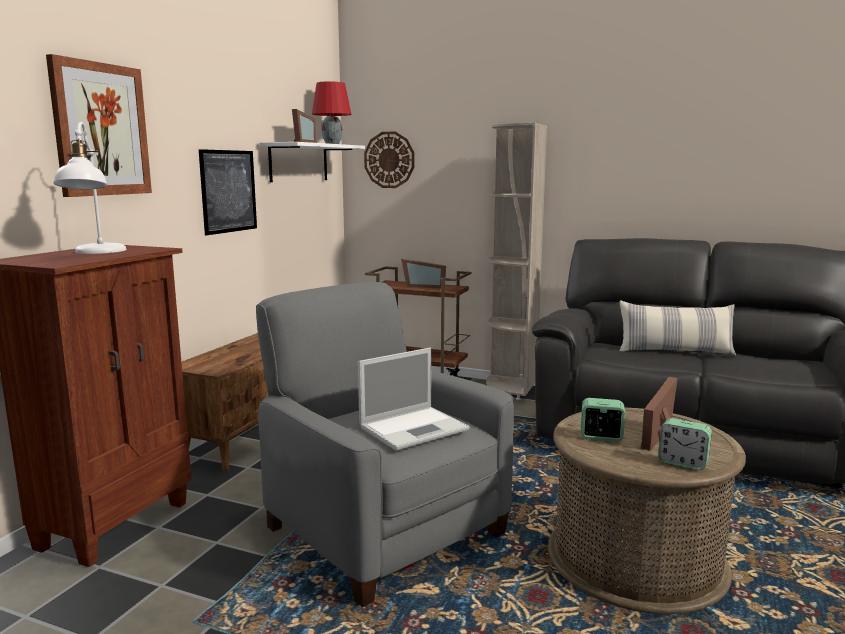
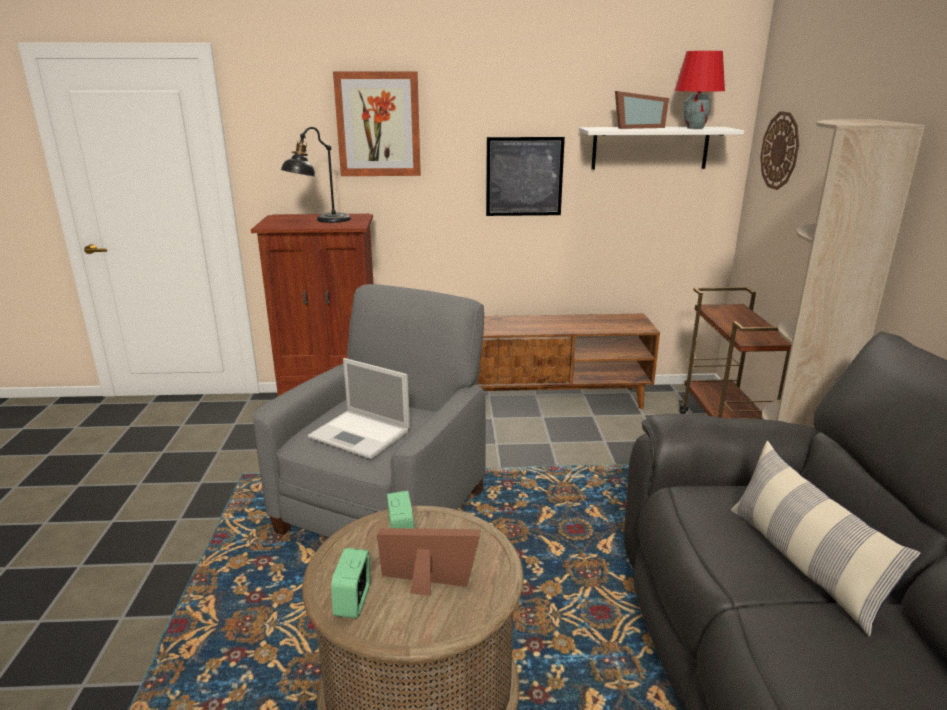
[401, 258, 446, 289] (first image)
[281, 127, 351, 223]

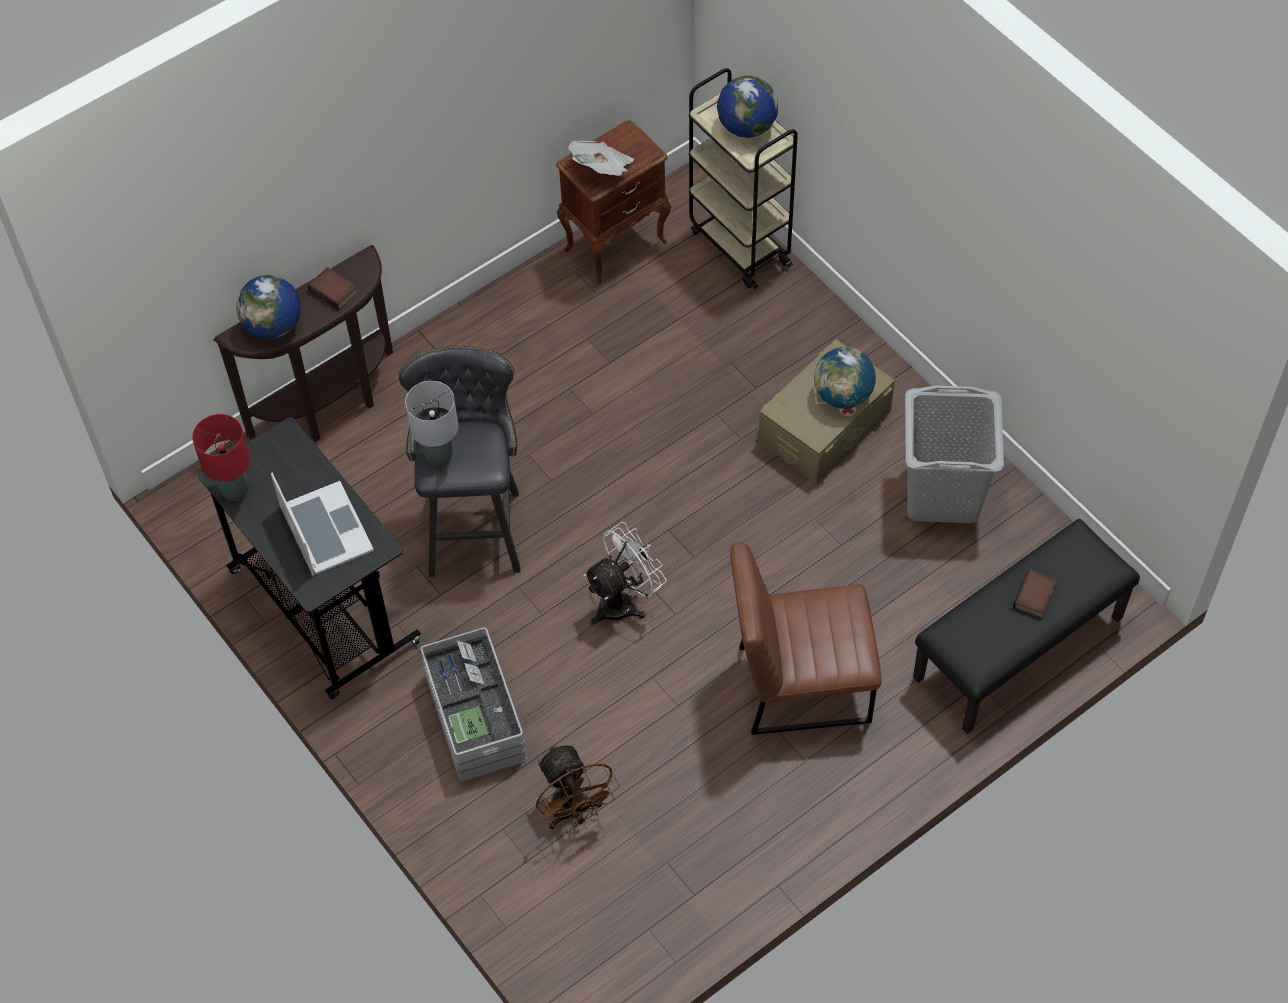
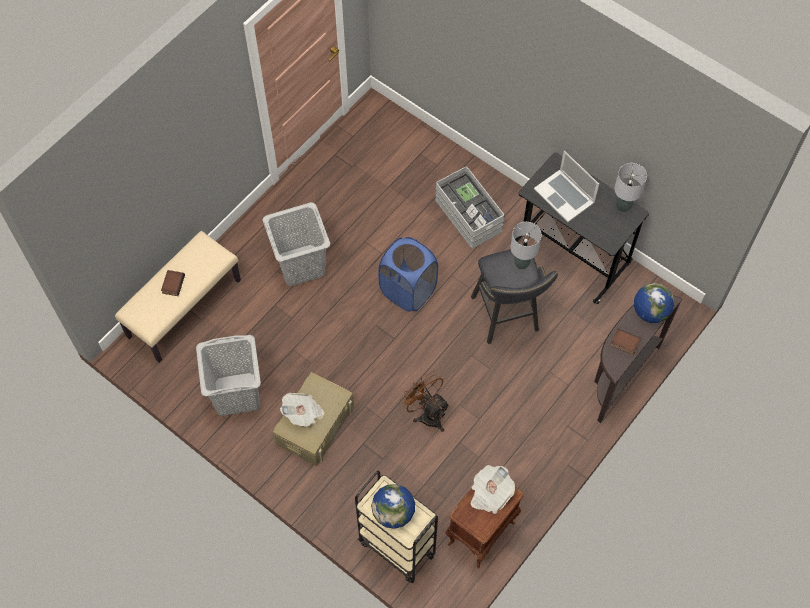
[400, 371, 450, 432]
[378, 237, 438, 312]
[263, 202, 330, 286]
[280, 393, 324, 427]
[614, 163, 647, 212]
[115, 231, 241, 363]

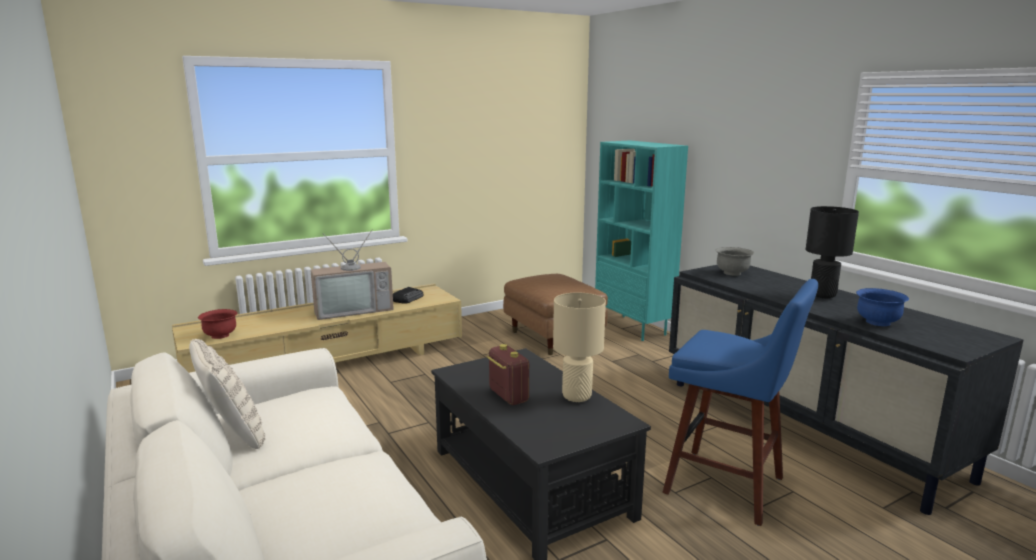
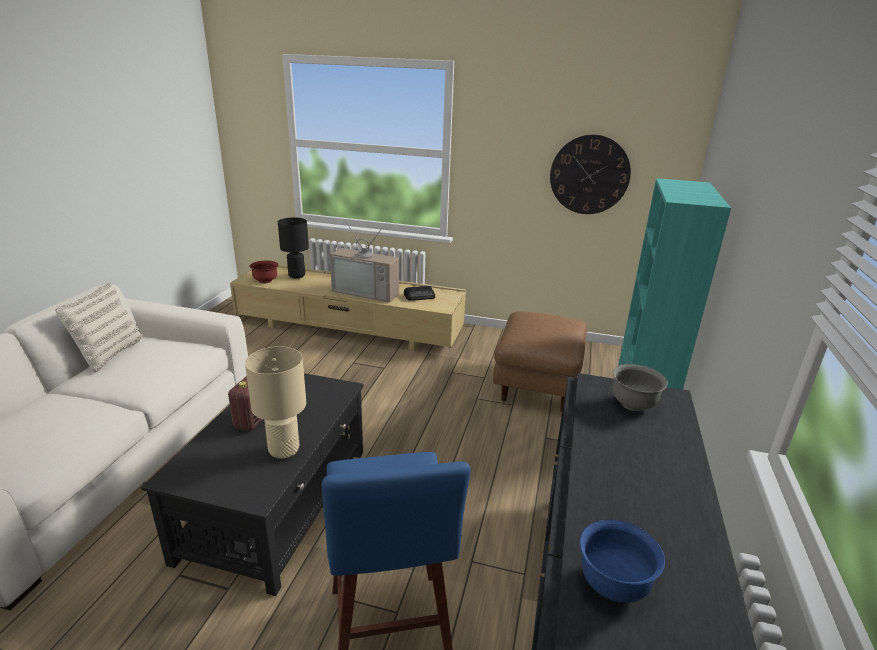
[550, 135, 631, 214]
[278, 217, 309, 279]

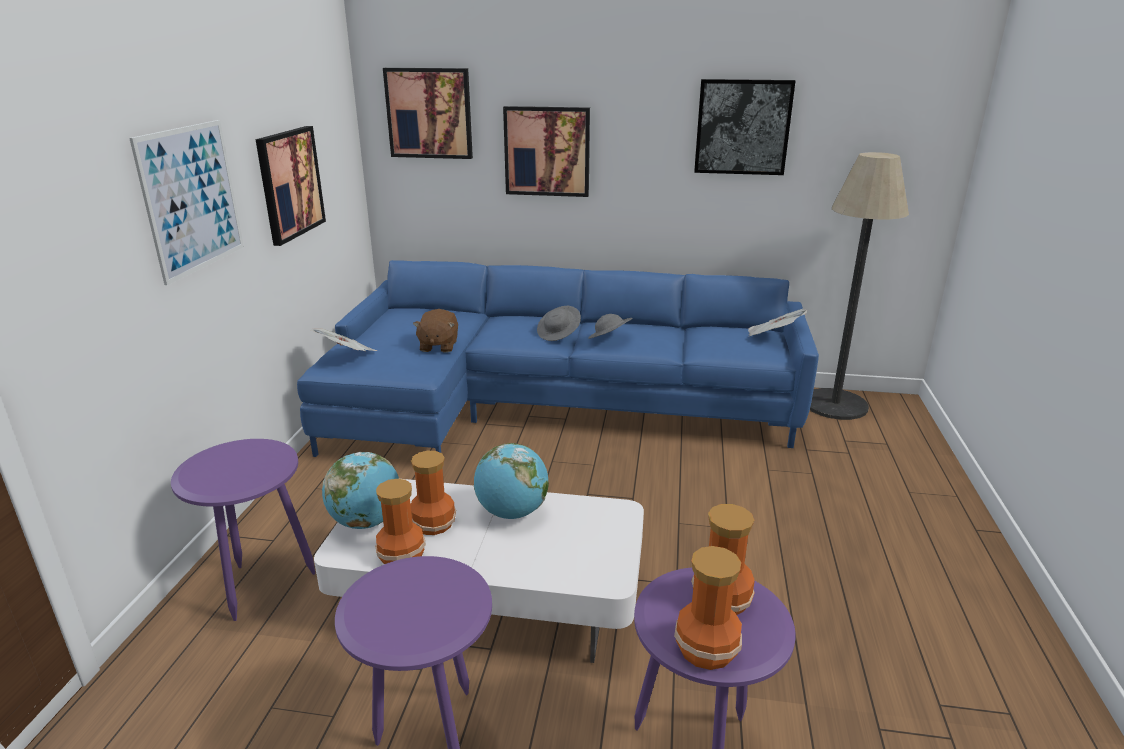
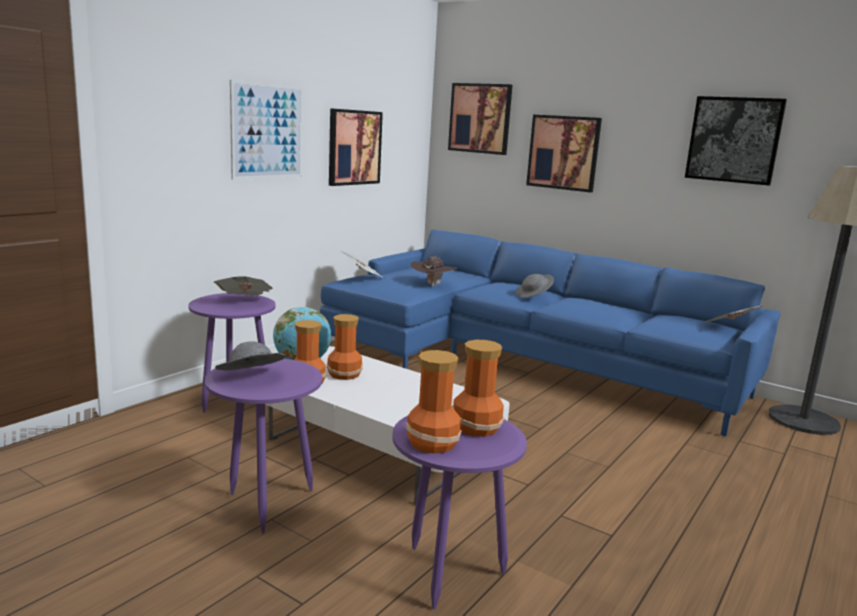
[474, 443, 549, 519] (first image)
[214, 276, 272, 295]
[215, 341, 286, 370]
[410, 256, 457, 287]

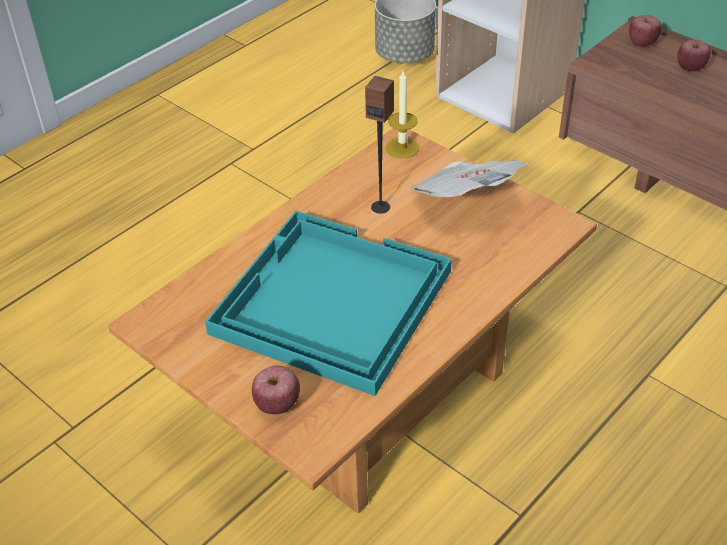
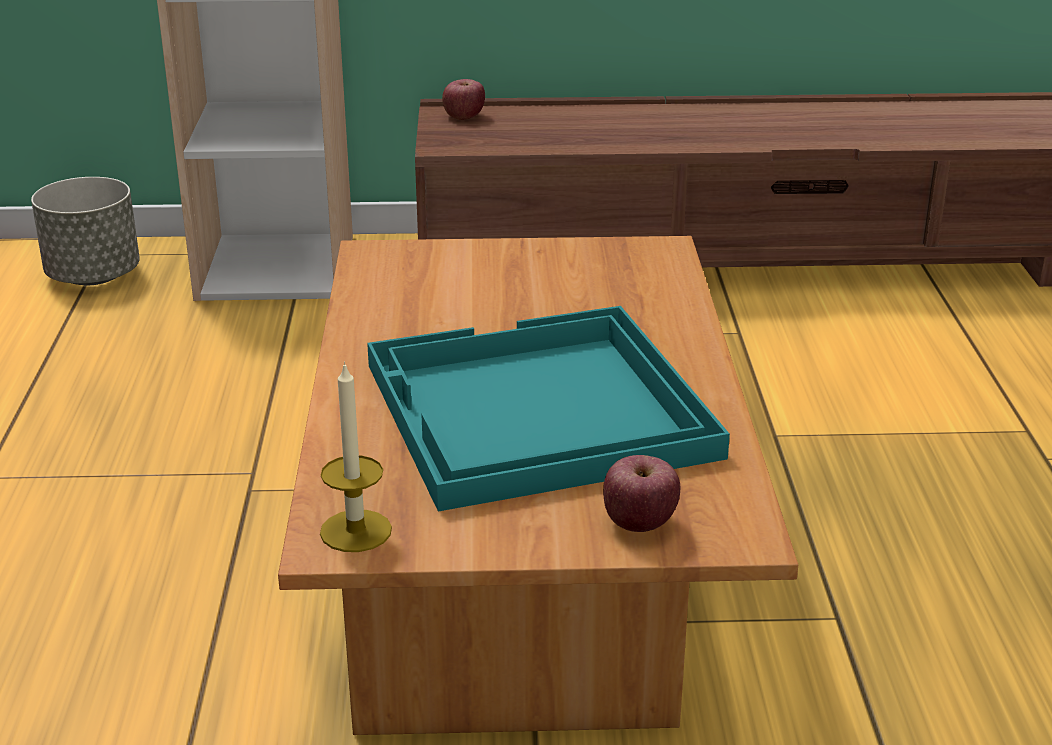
[365, 76, 394, 214] (first image)
[410, 160, 529, 197] (first image)
[677, 39, 711, 71] (first image)
[320, 361, 392, 552]

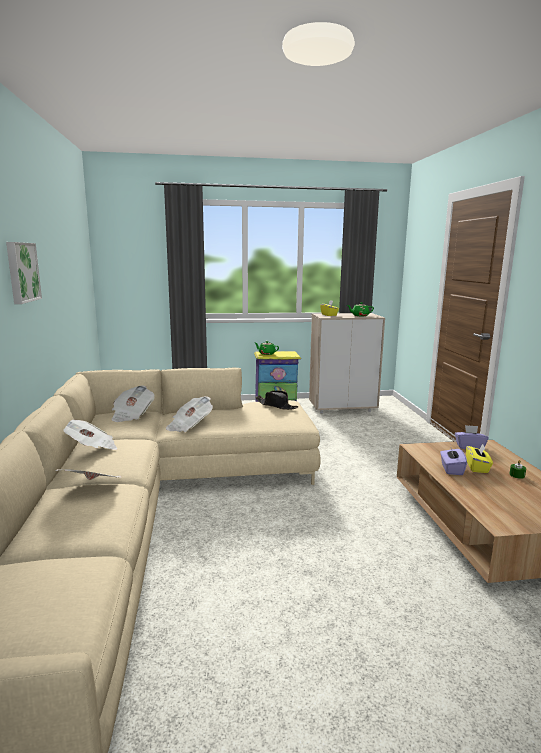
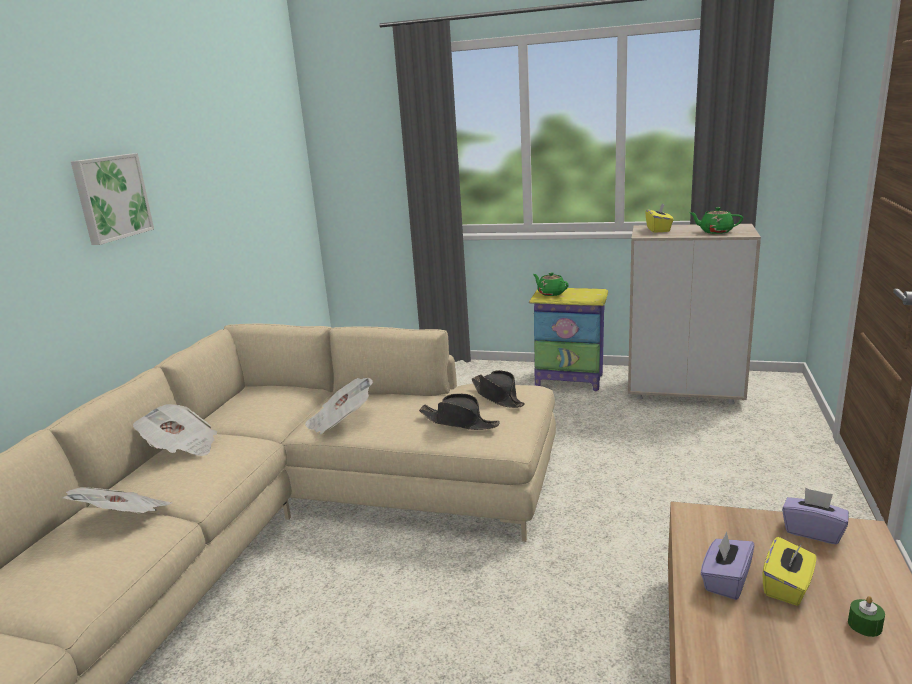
[112, 385, 155, 422] (first image)
[419, 394, 500, 430]

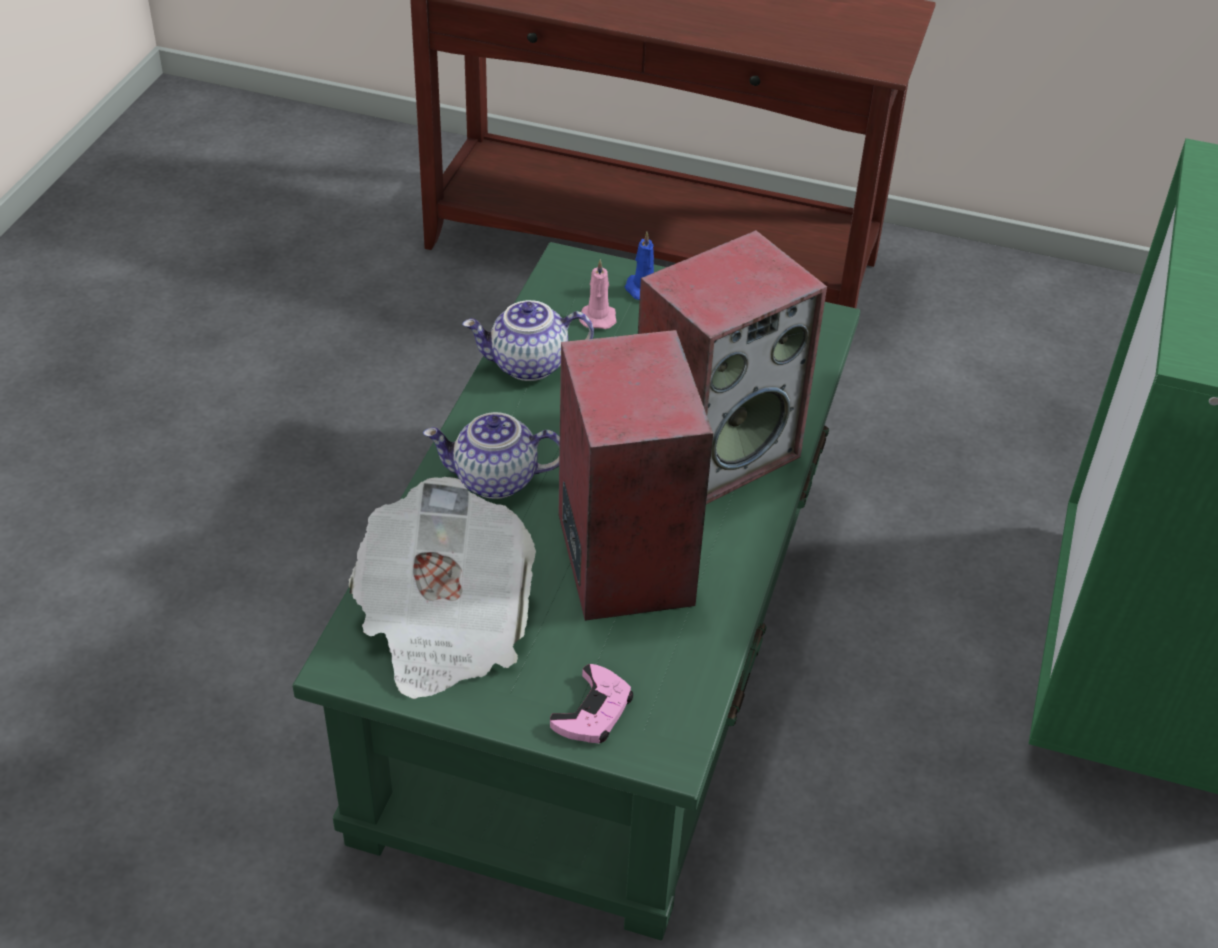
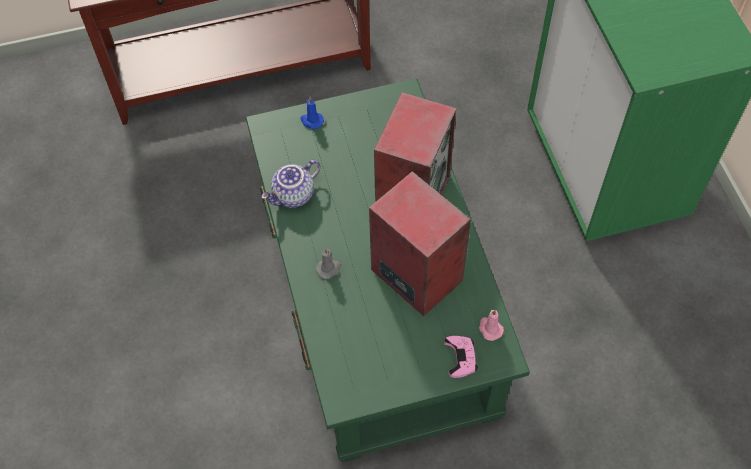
[348, 477, 536, 699] (first image)
[479, 310, 504, 341]
[316, 248, 342, 279]

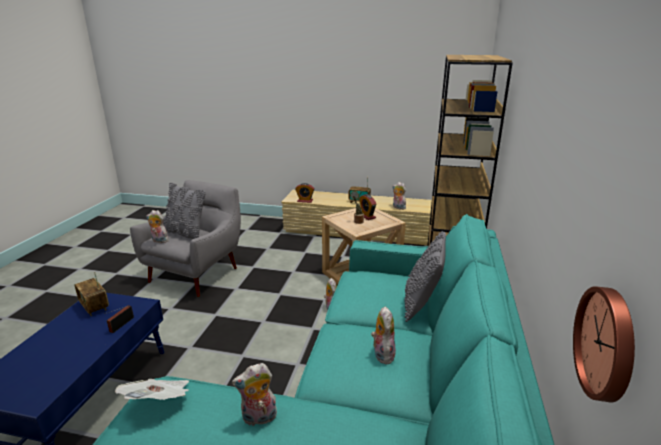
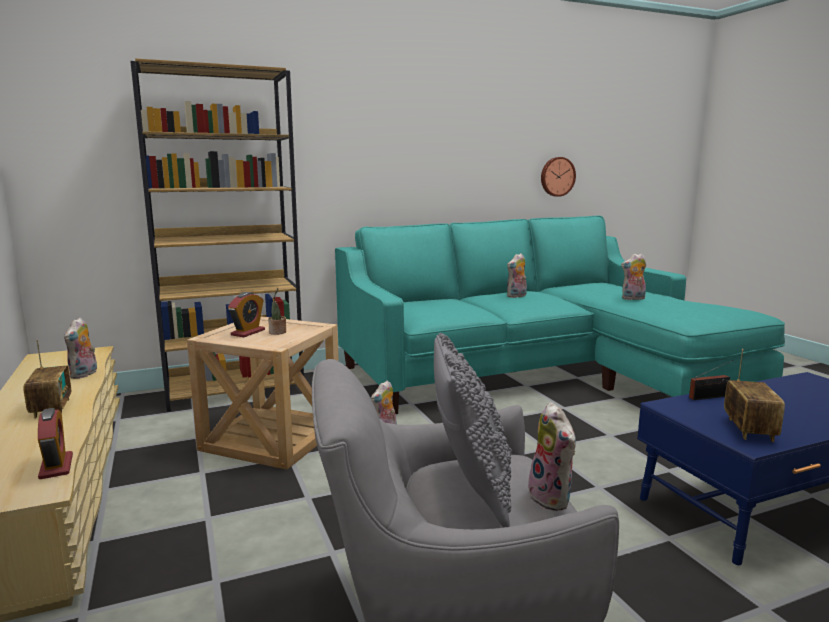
[115, 379, 189, 400] (first image)
[404, 231, 446, 322] (first image)
[621, 254, 646, 300]

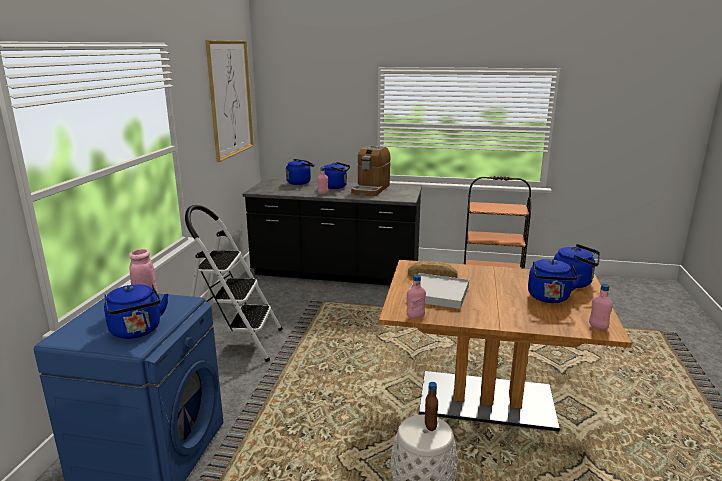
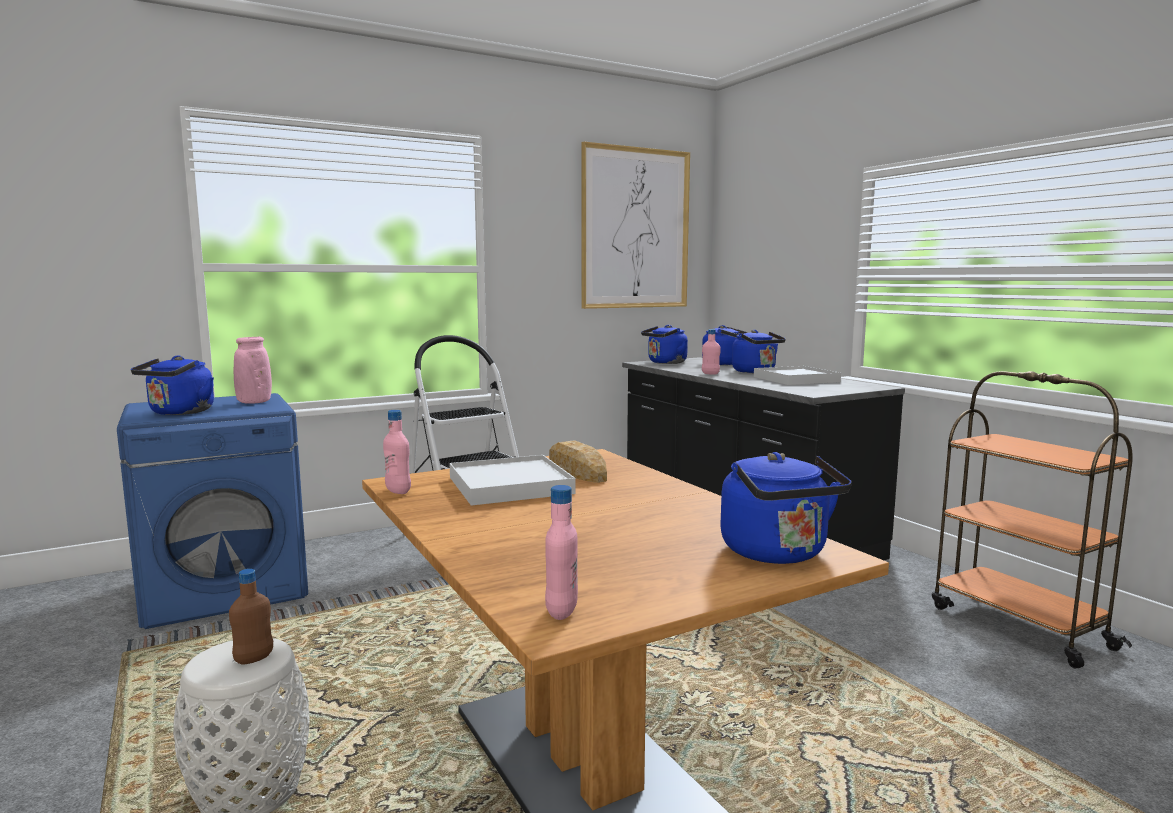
[641, 325, 688, 364]
[754, 366, 841, 385]

